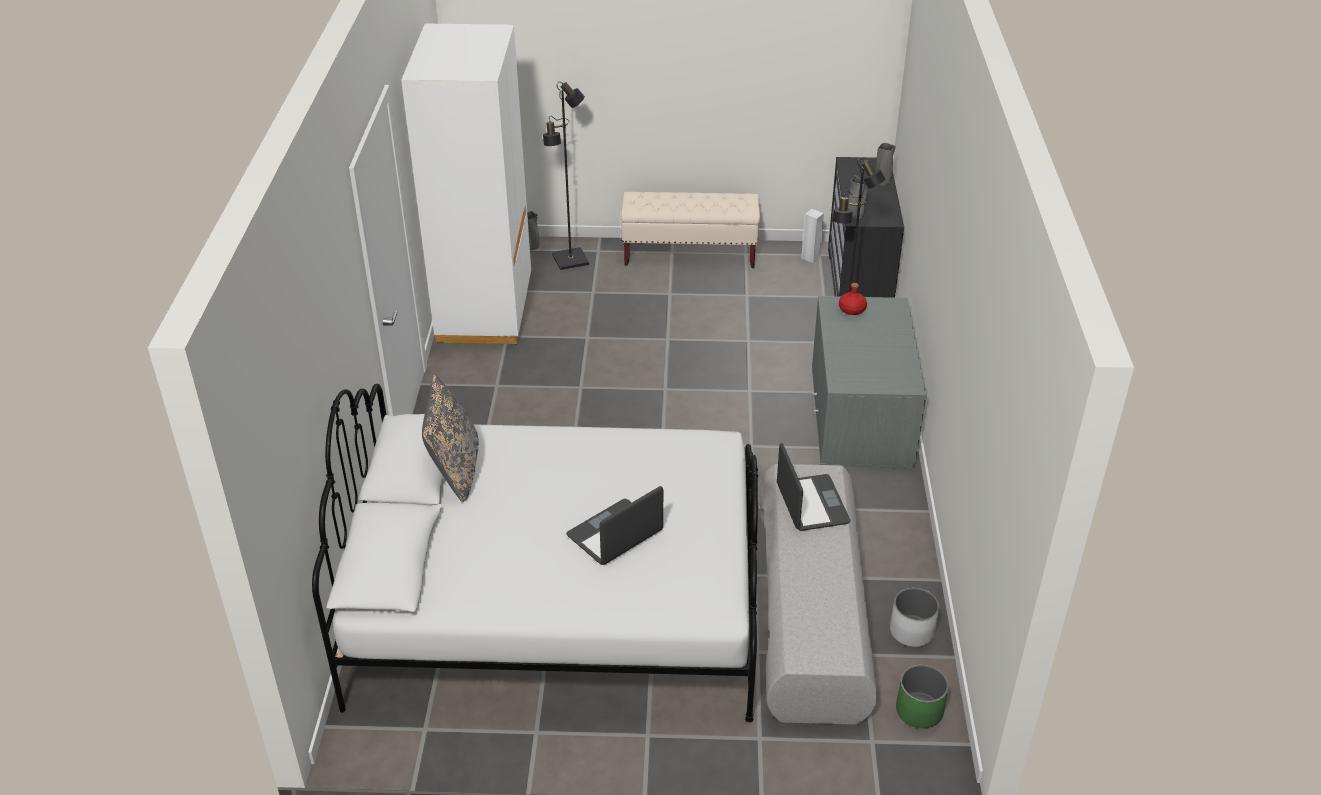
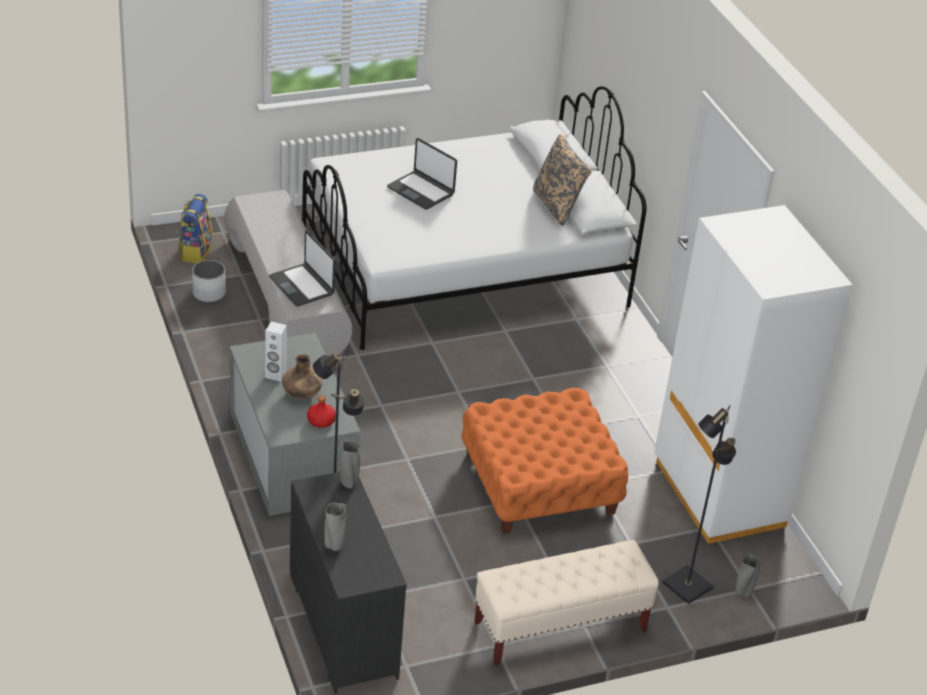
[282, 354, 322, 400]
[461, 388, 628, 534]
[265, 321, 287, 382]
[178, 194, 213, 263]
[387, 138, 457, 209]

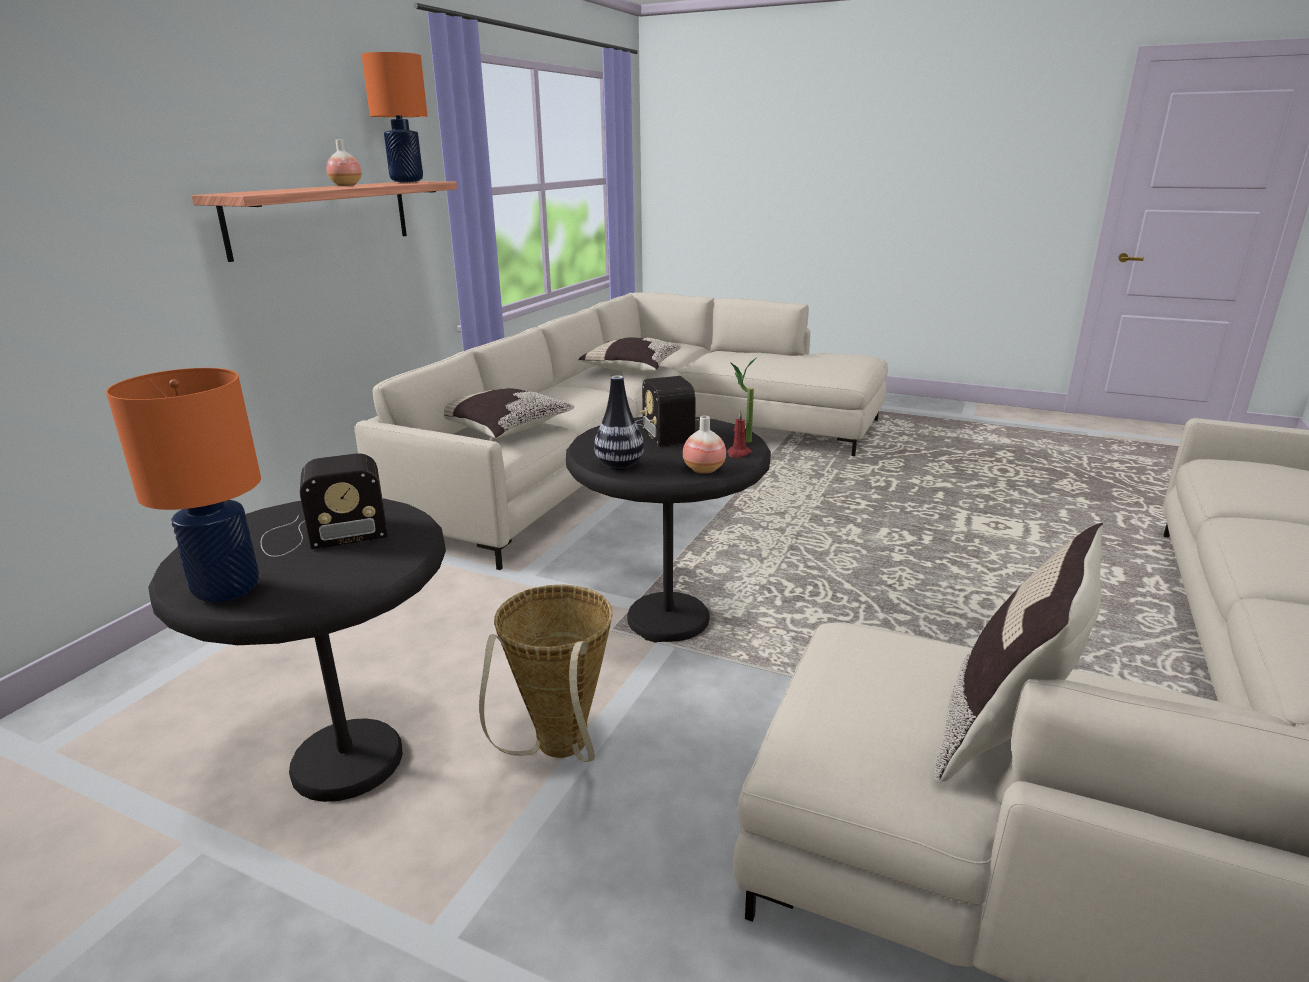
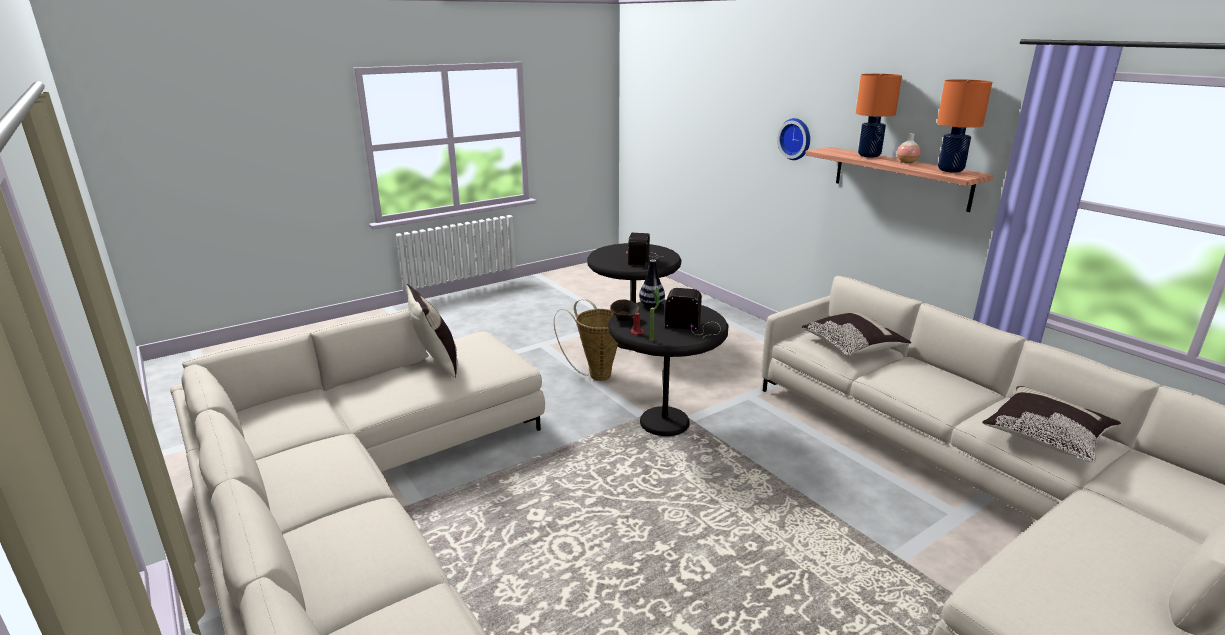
[777, 118, 810, 160]
[856, 74, 902, 158]
[610, 300, 640, 321]

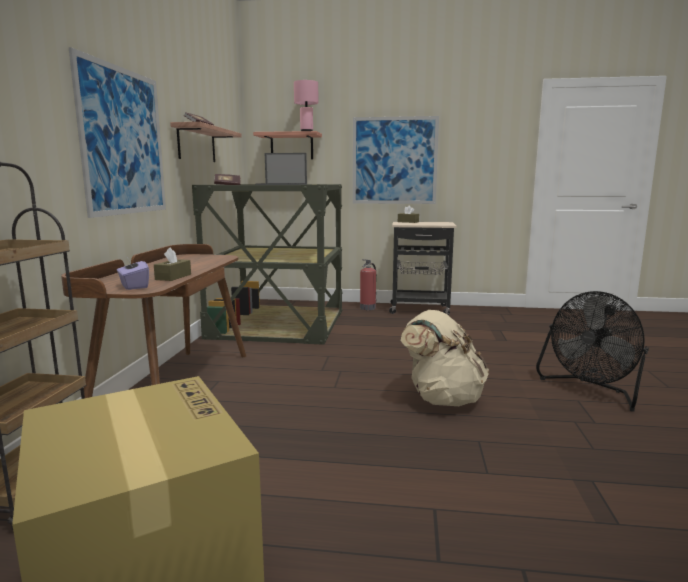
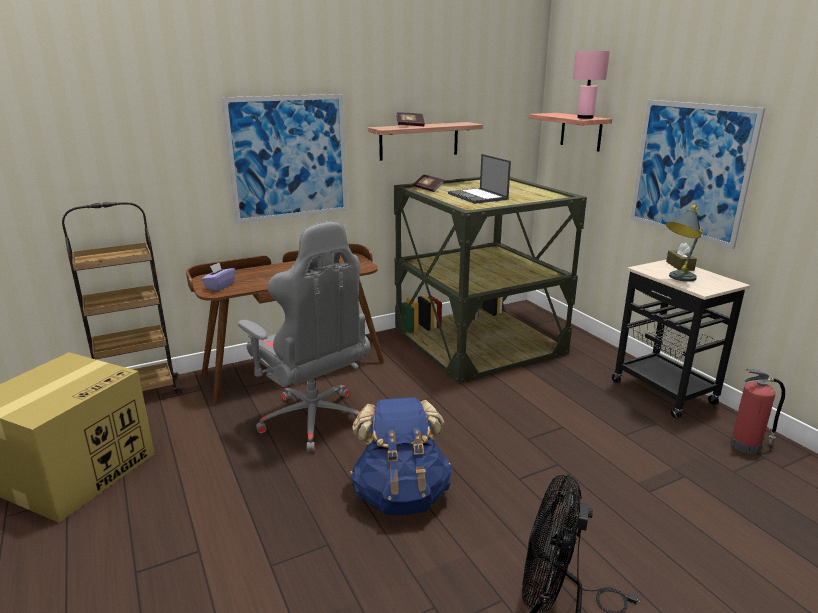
[154, 247, 191, 281] (first image)
[238, 221, 371, 452]
[666, 205, 703, 282]
[730, 369, 785, 454]
[350, 397, 452, 515]

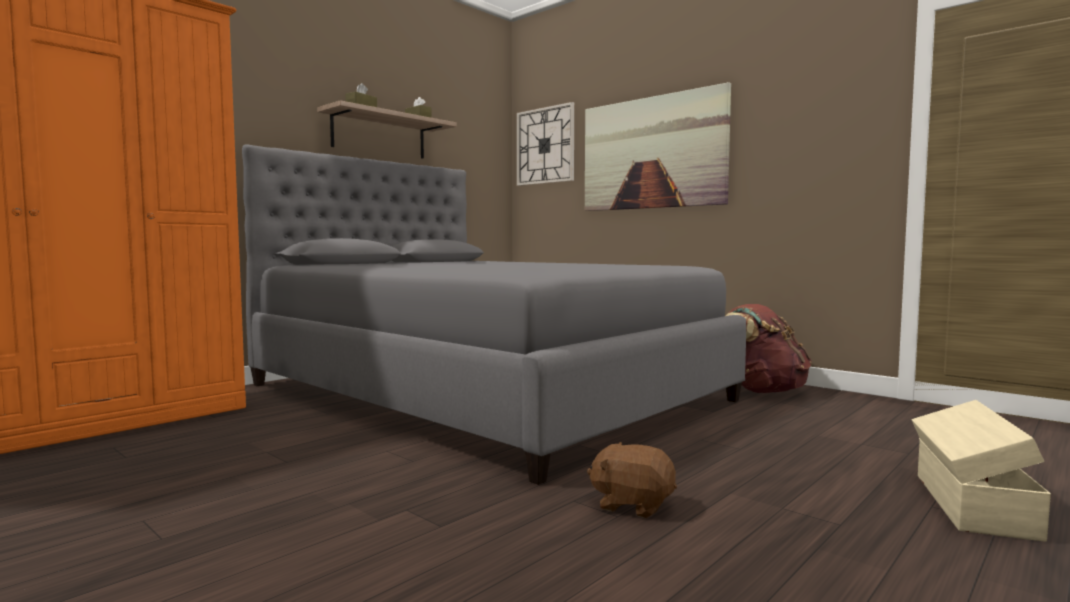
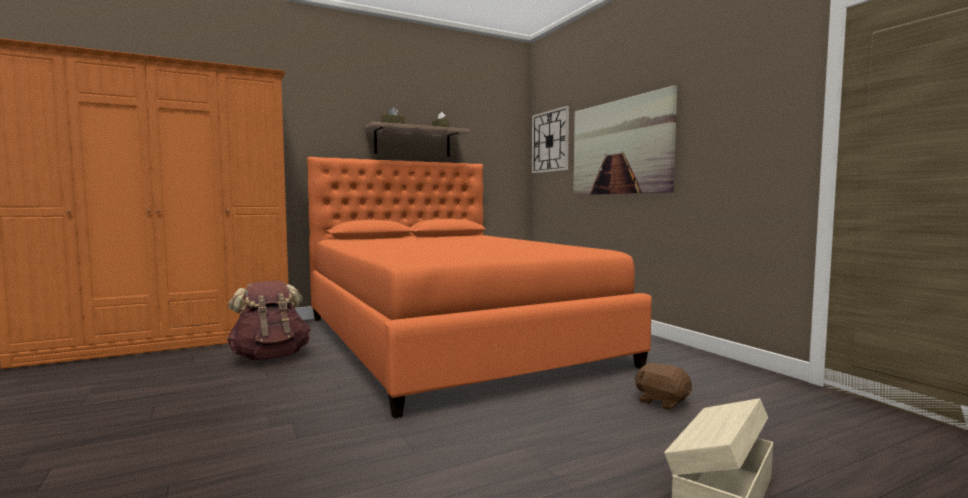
[634, 362, 692, 410]
[227, 281, 311, 360]
[307, 157, 652, 418]

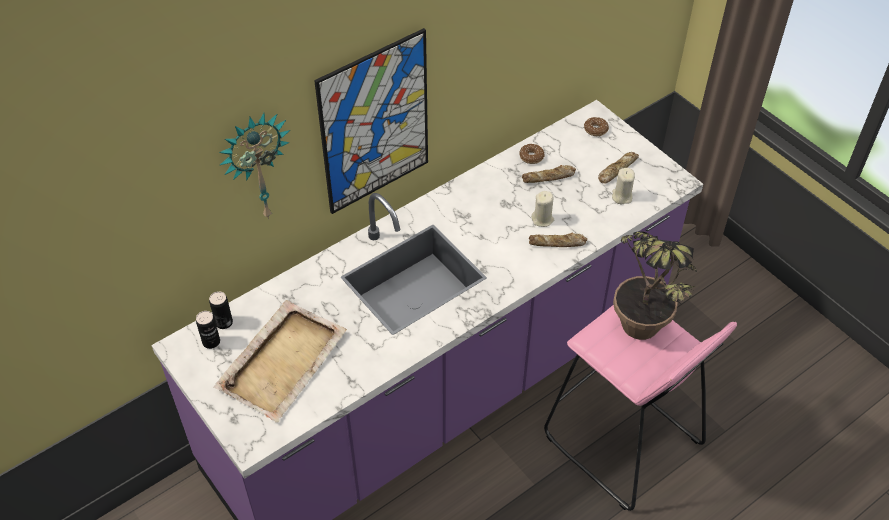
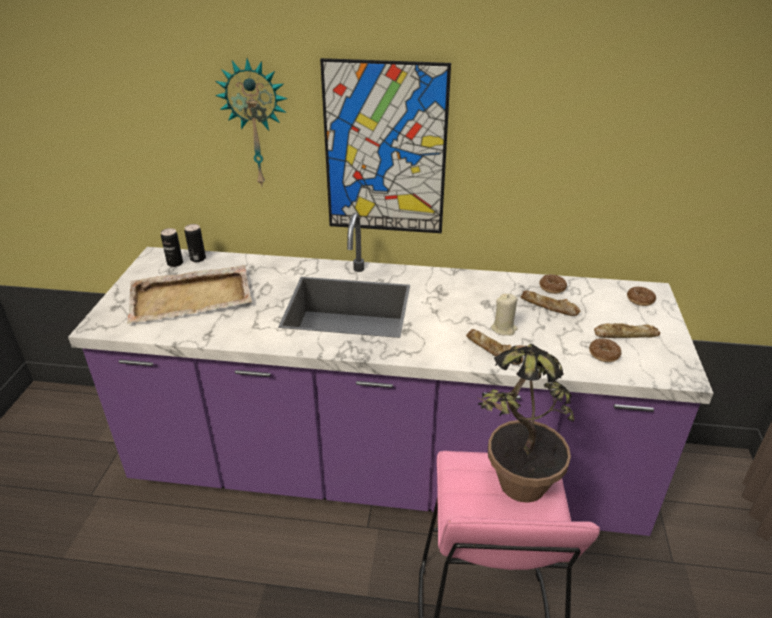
[589, 338, 622, 362]

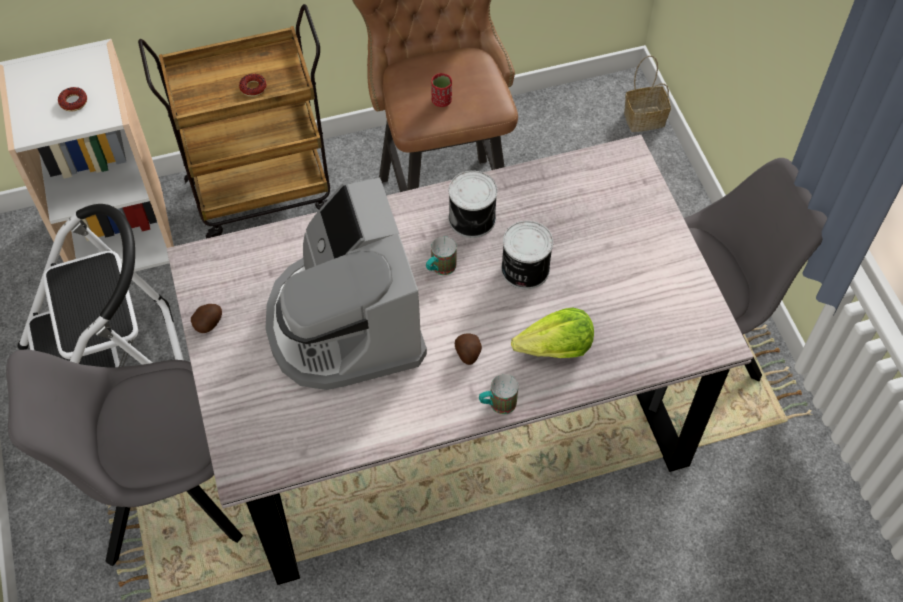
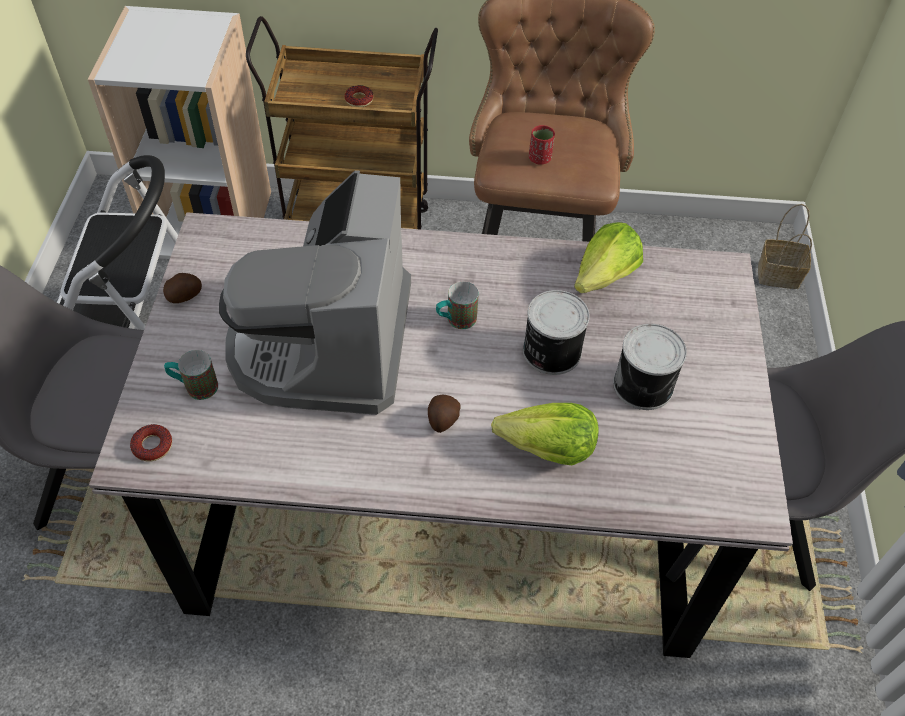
[574, 222, 643, 293]
[130, 424, 172, 461]
[613, 324, 687, 410]
[164, 350, 218, 400]

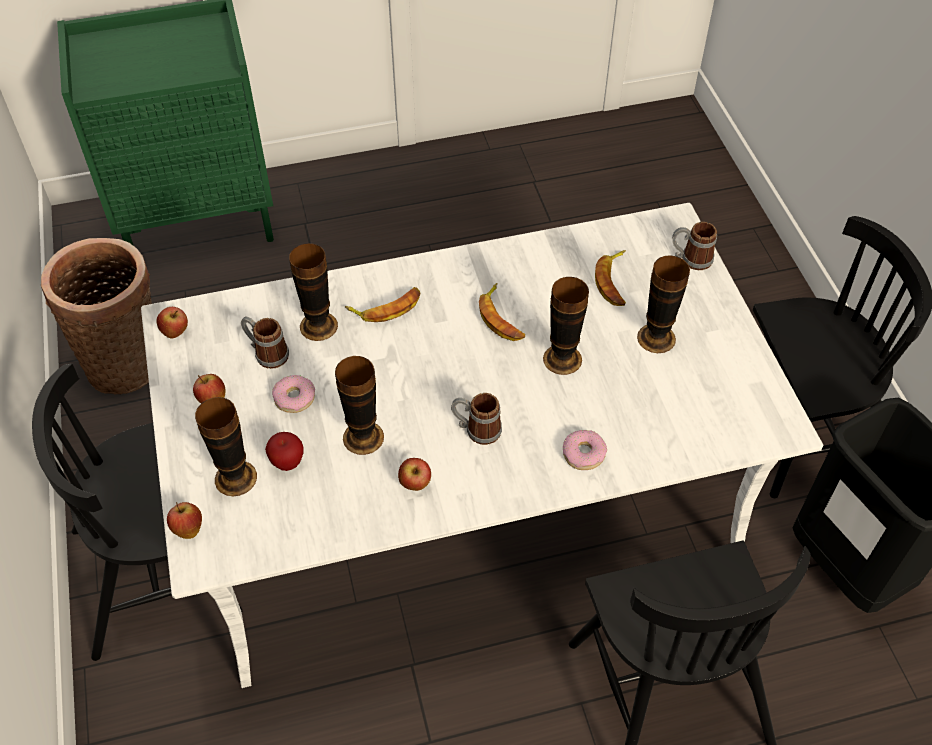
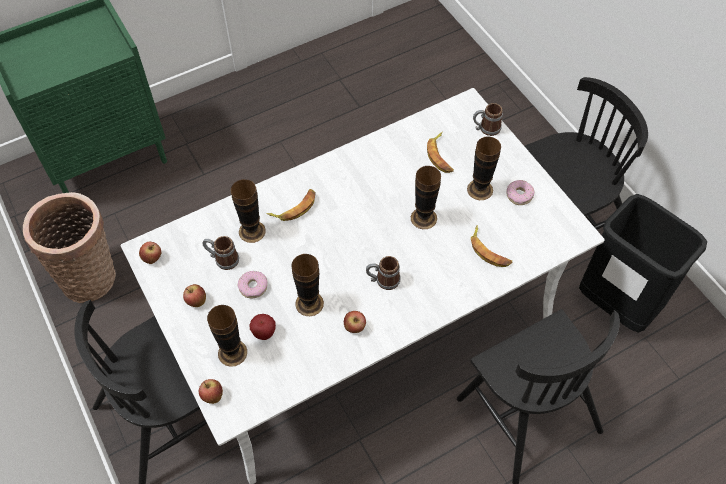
[471, 225, 513, 267]
[507, 180, 534, 205]

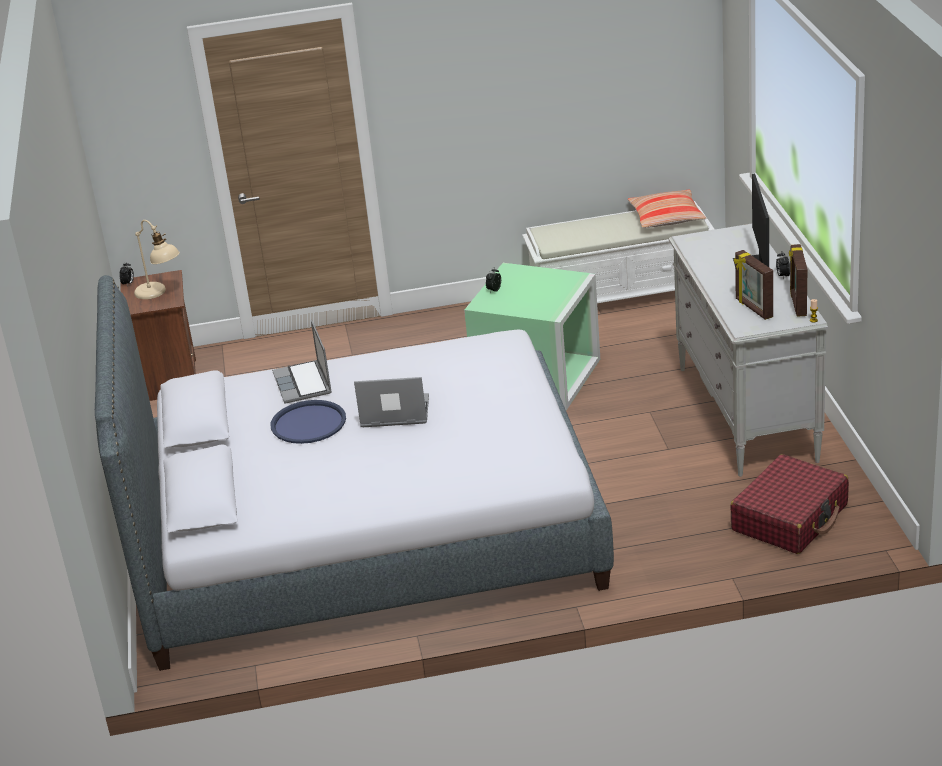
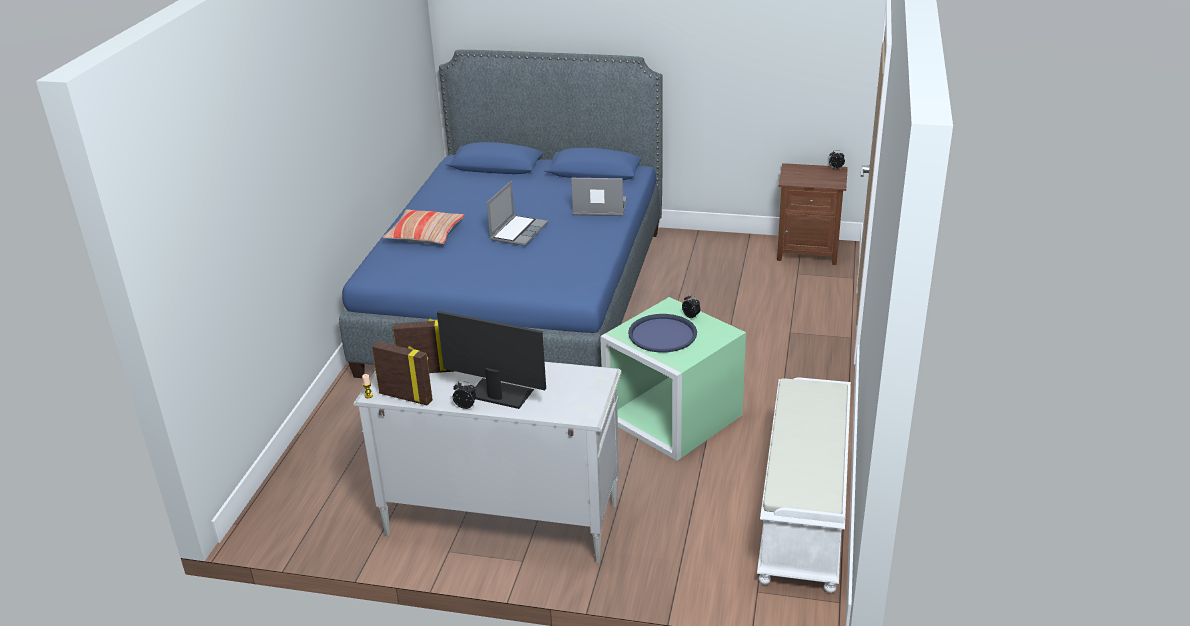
[134, 220, 180, 299] (first image)
[730, 454, 849, 554] (first image)
[628, 314, 697, 353]
[383, 209, 465, 244]
[339, 50, 663, 378]

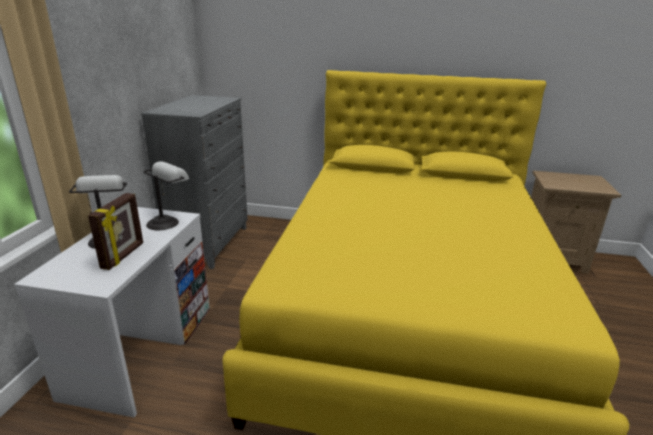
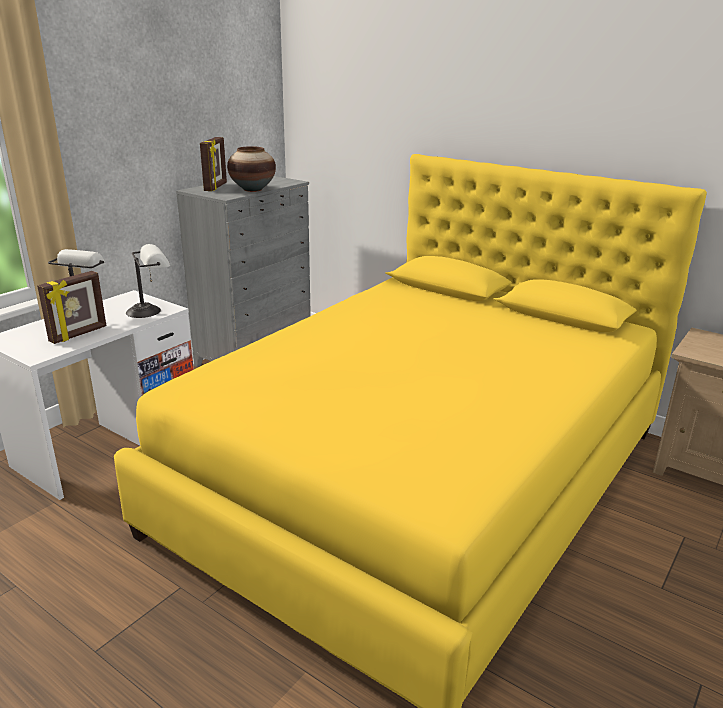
[200, 137, 227, 191]
[227, 146, 276, 192]

